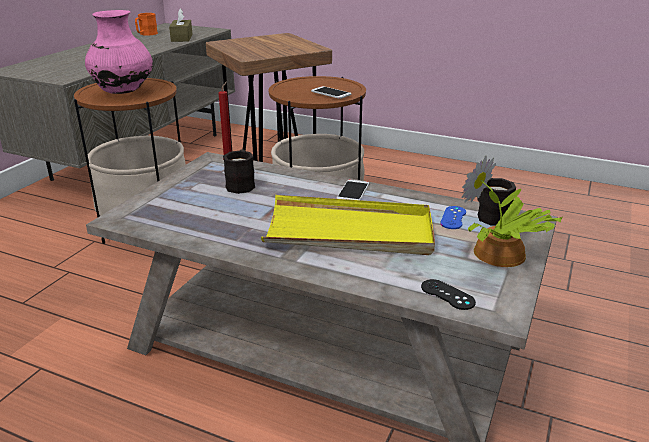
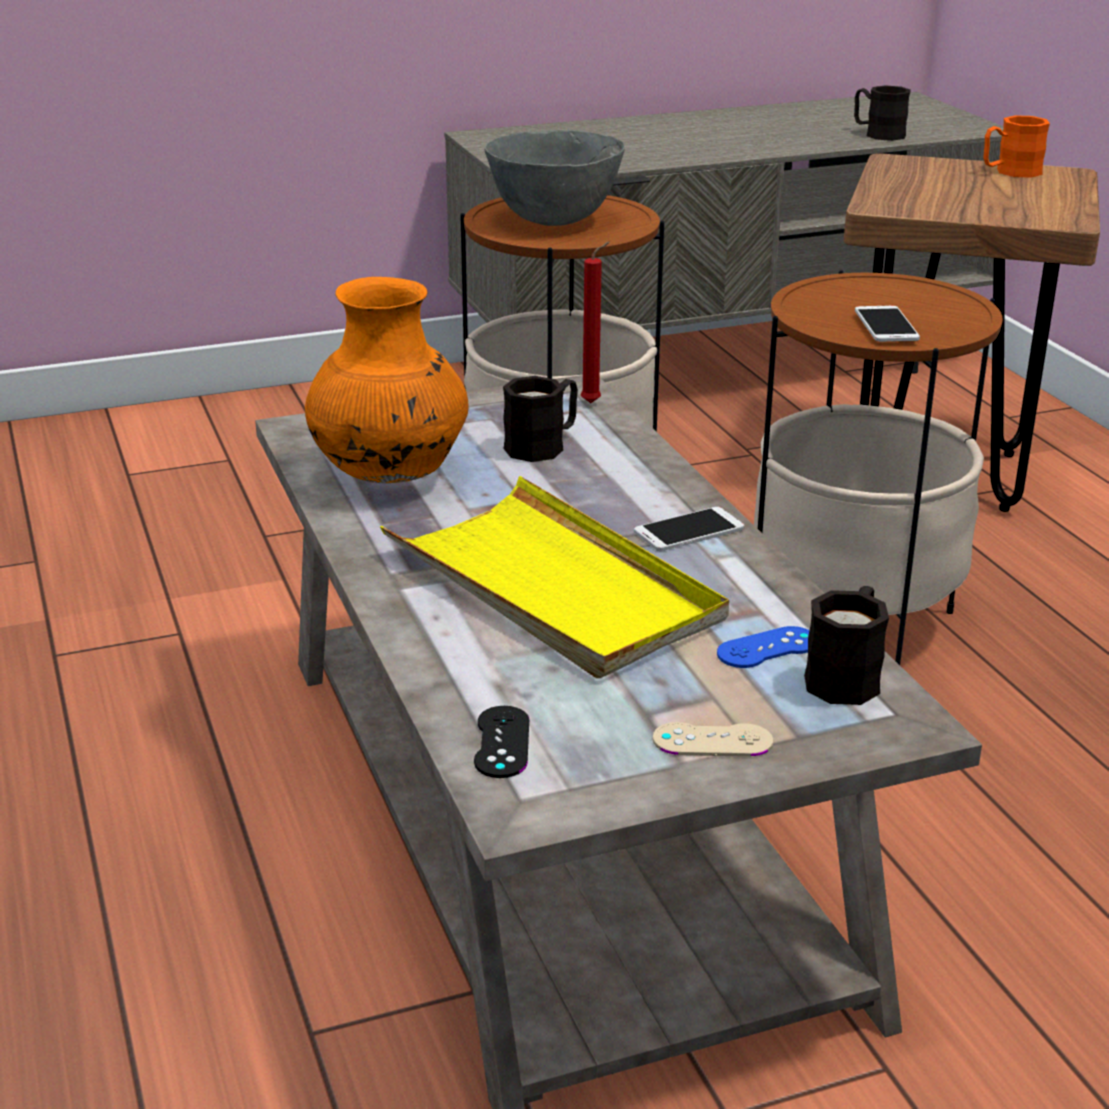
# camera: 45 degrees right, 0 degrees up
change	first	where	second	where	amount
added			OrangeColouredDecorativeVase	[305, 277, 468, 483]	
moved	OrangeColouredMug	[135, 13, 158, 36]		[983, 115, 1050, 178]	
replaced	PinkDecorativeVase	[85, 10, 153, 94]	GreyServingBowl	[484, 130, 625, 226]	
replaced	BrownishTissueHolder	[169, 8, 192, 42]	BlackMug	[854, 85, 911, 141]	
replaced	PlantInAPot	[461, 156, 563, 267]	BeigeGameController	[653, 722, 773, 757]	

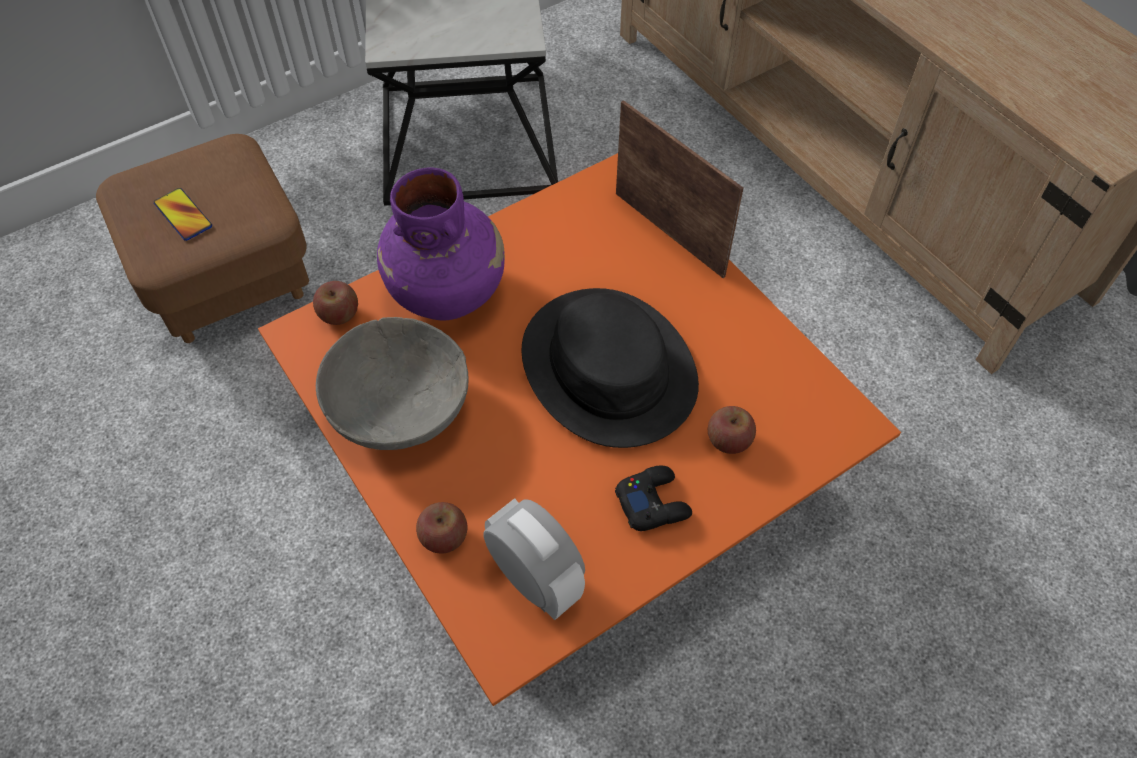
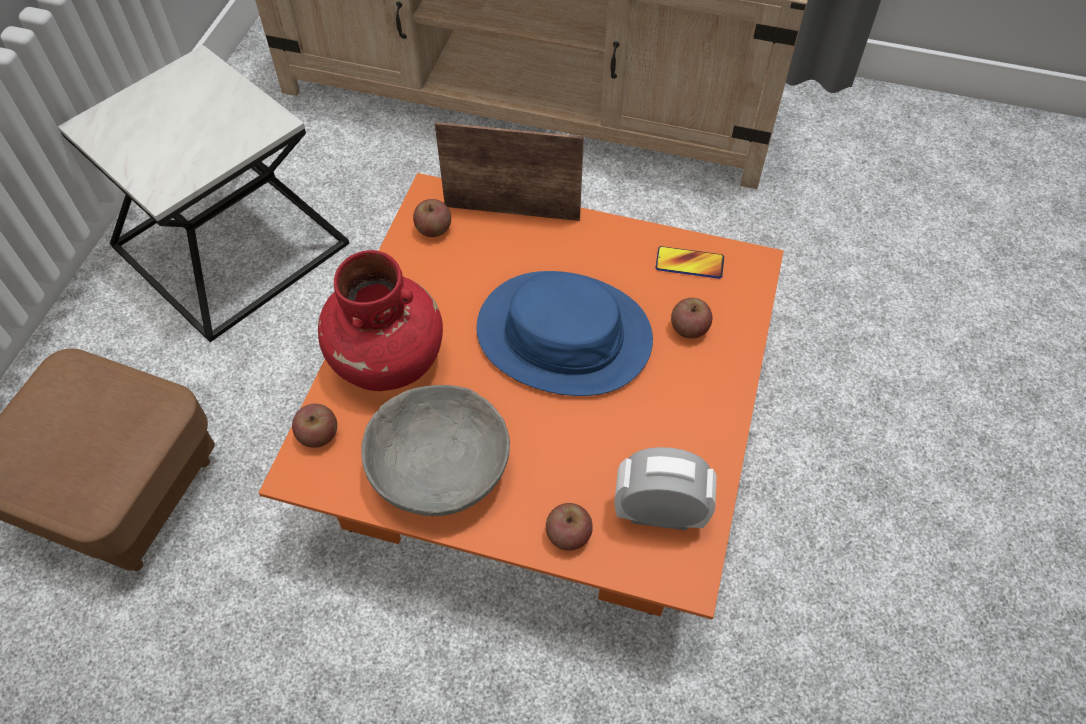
# camera: 40 degrees left, 0 degrees up
change	first	where	second	where	amount
removed	BlackGameController	[615, 465, 692, 531]			
added			Apple	[413, 199, 451, 237]	
moved	Telephone	[154, 188, 212, 241]		[656, 246, 724, 279]	
recoloured	PurpleColouredDecorativeVase	[377, 167, 505, 320]	RedColouredDecorativeVase	[318, 250, 443, 391]	
recoloured	BlackClothingHat	[522, 288, 699, 448]	BluishClothingHat	[477, 271, 653, 396]	

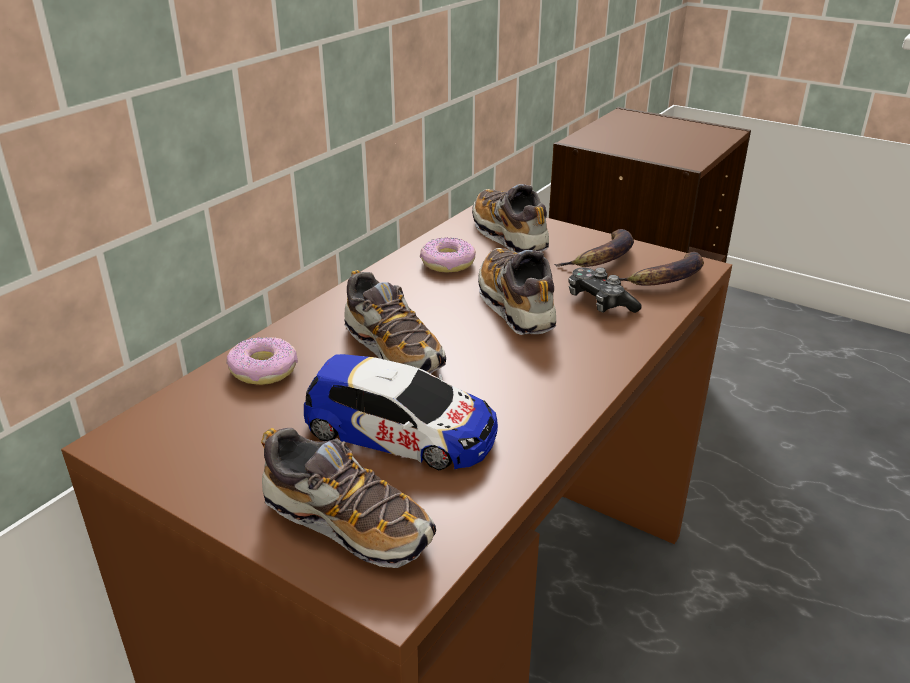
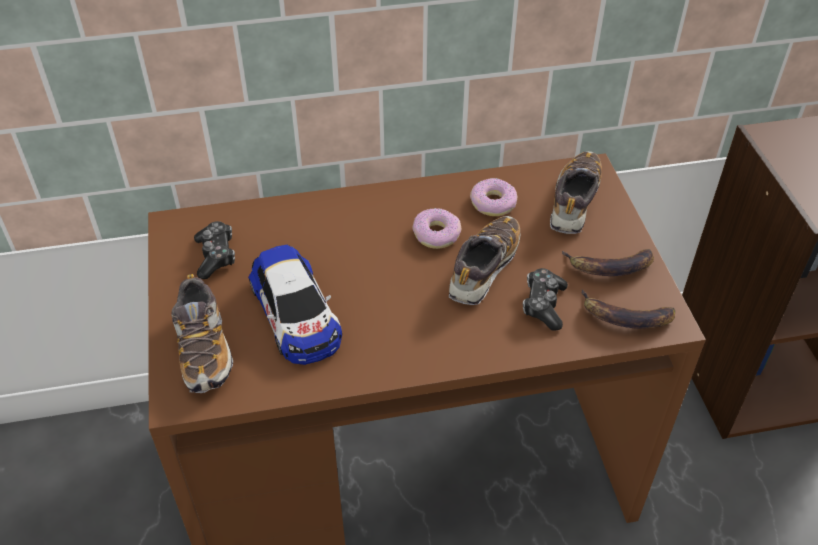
# camera: 45 degrees right, 15 degrees up
change	first	where	second	where	amount
removed	Shoe	[344, 270, 446, 374]			
added			GameController	[194, 221, 235, 279]	
moved	RingDoughnut	[226, 337, 298, 385]		[413, 208, 462, 249]	

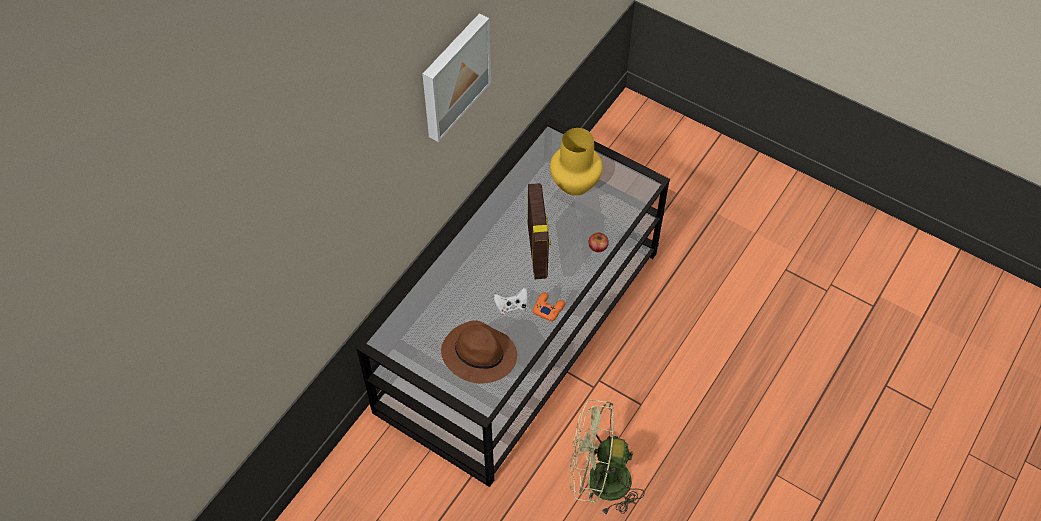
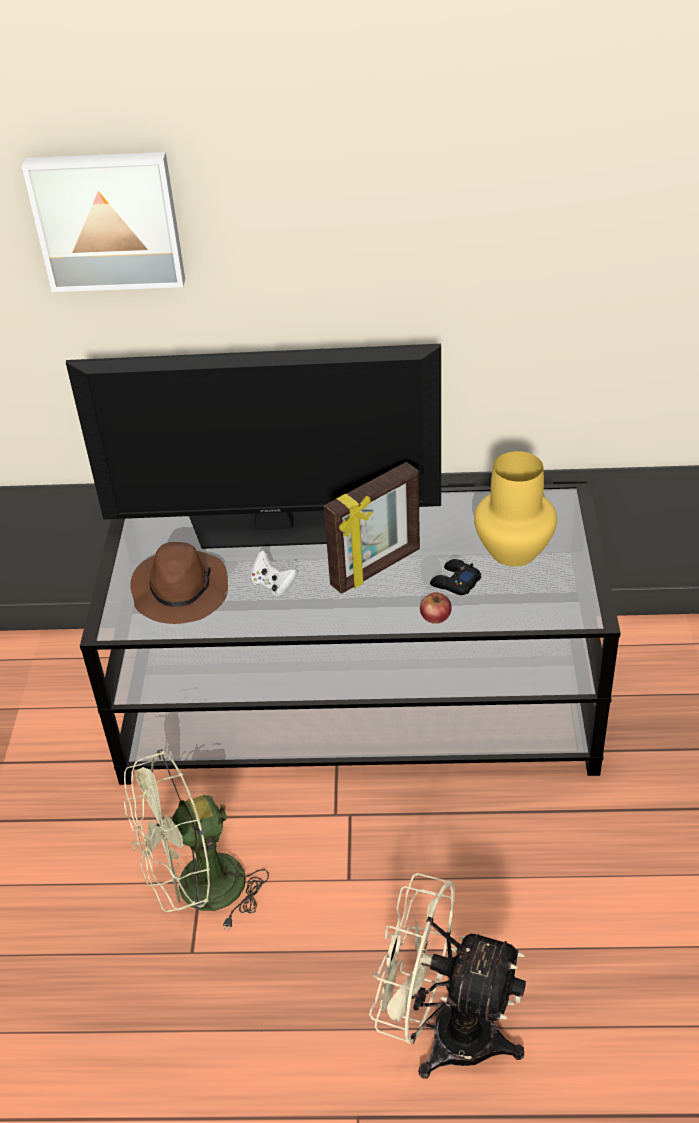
# camera: 60 degrees right, 15 degrees down
change	first	where	second	where	amount
removed	OrangeColouredGameController	[533, 293, 565, 322]			
added			Television	[66, 344, 441, 549]	
added			BeigeFan	[369, 873, 526, 1079]	
added			BlackGameController	[430, 559, 481, 595]	
moved	Picture	[422, 13, 491, 142]		[21, 152, 185, 292]	
turned	GreenColouredFan	[570, 399, 644, 516]		[124, 749, 269, 931]	90 degrees counterclockwise

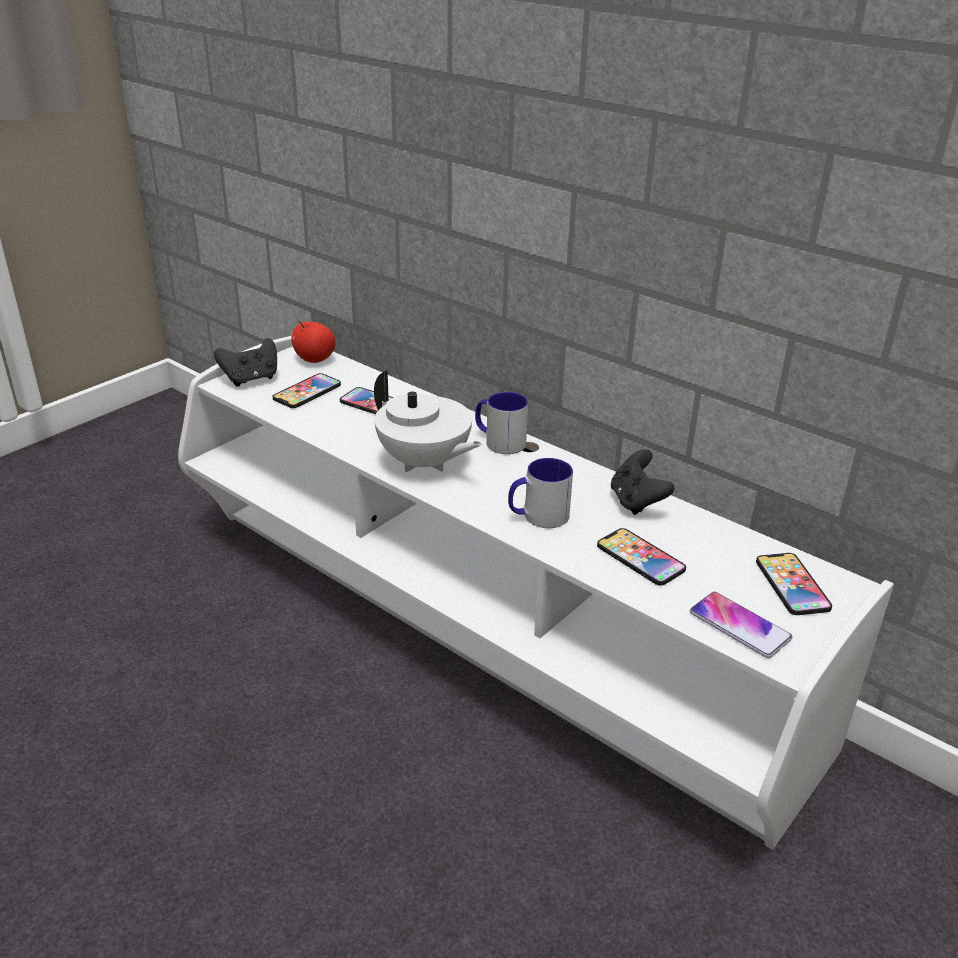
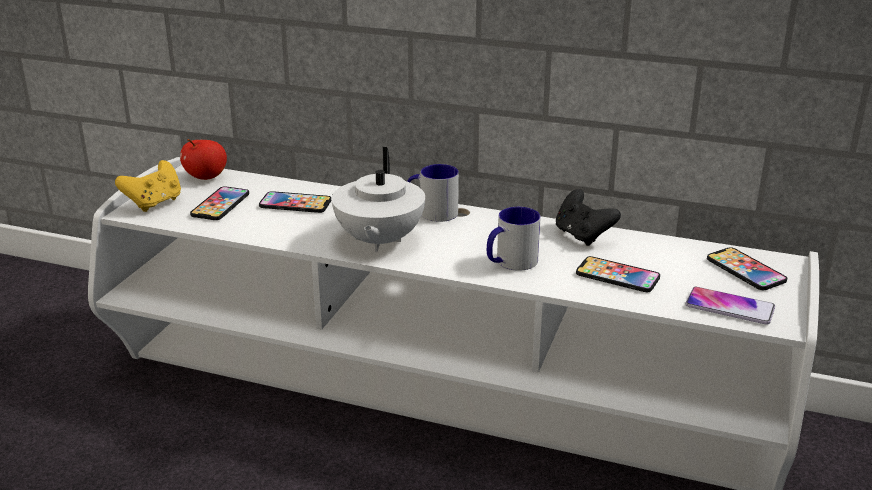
# camera: 20 degrees left, 5 degrees down
change	first	where	second	where	amount
recoloured	BlackGameController	[214, 338, 277, 387]	YellowGameController	[115, 160, 181, 212]	
turned	WhitishTeaPot	[374, 370, 482, 472]		[332, 147, 425, 252]	75 degrees clockwise

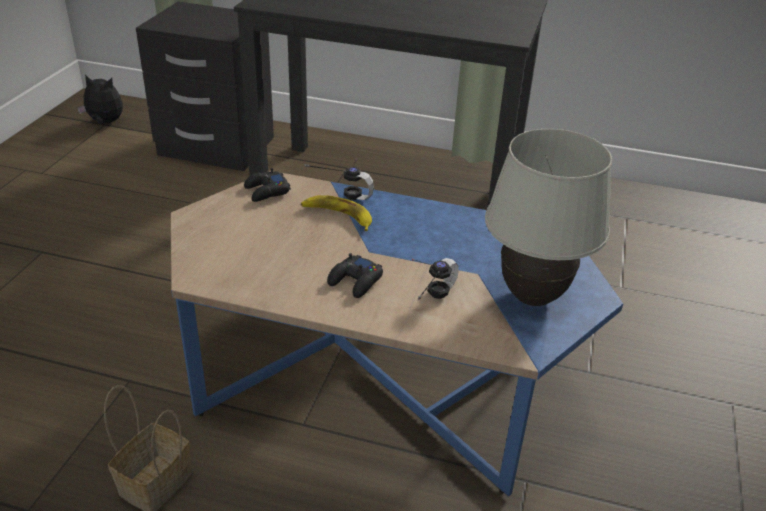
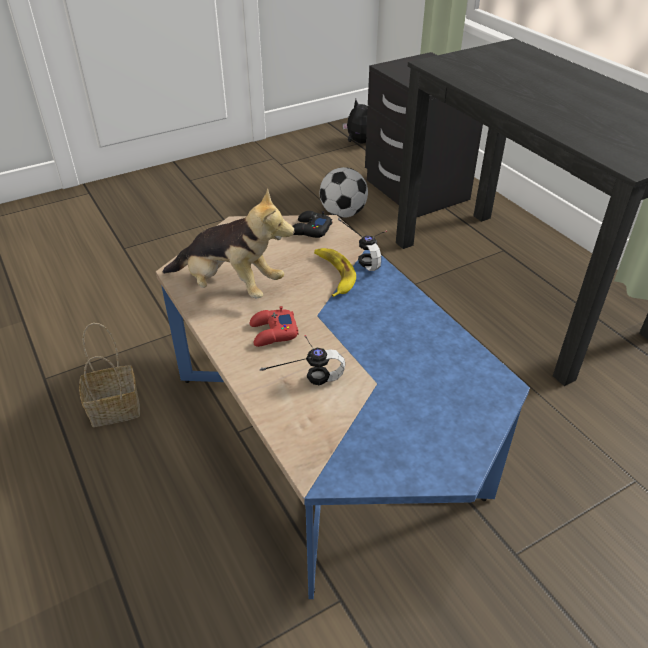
# camera: 45 degrees right, 5 degrees up
change	first	where	second	where	amount
removed	WhitishLampForATable	[485, 129, 612, 306]			
added			PlushToy	[163, 188, 294, 299]	
added			Football	[320, 167, 368, 218]	
recoloured	BlackGameController	[327, 253, 383, 298]	RedColouredGameController	[250, 306, 299, 347]	

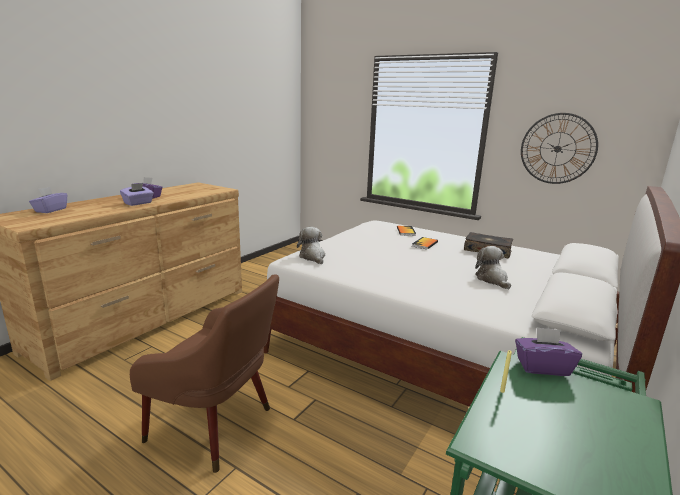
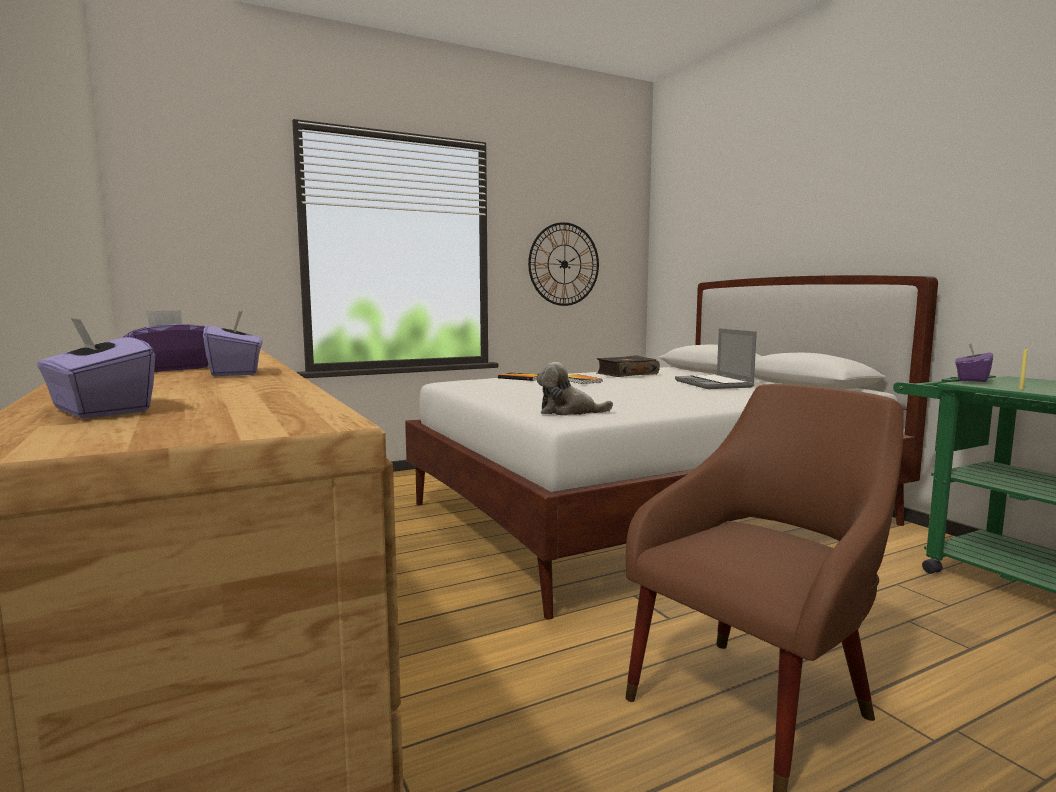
# camera: 60 degrees left, 10 degrees down
change	first	where	second	where	amount
replaced	PlushToy	[475, 246, 511, 290]	NotebookComputer	[675, 328, 757, 389]	

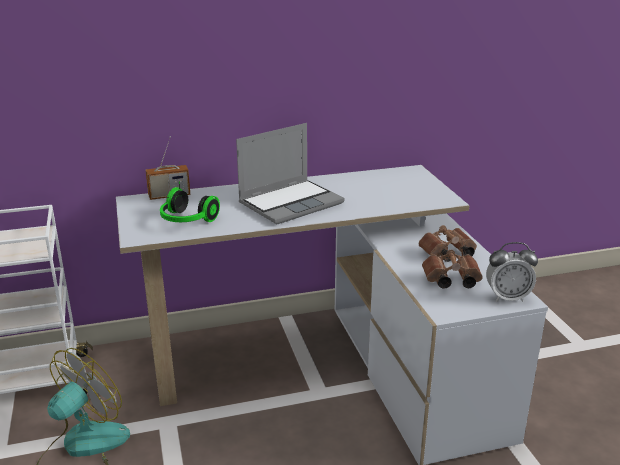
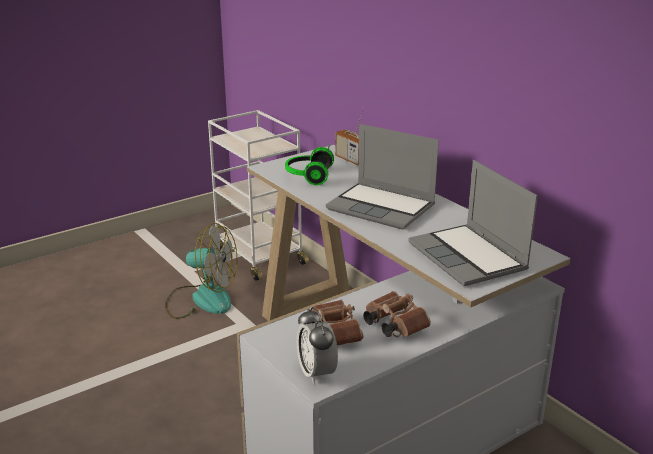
# camera: 70 degrees right, 0 degrees up
change	first	where	second	where	amount
added			NotebookComputer	[409, 160, 538, 286]	

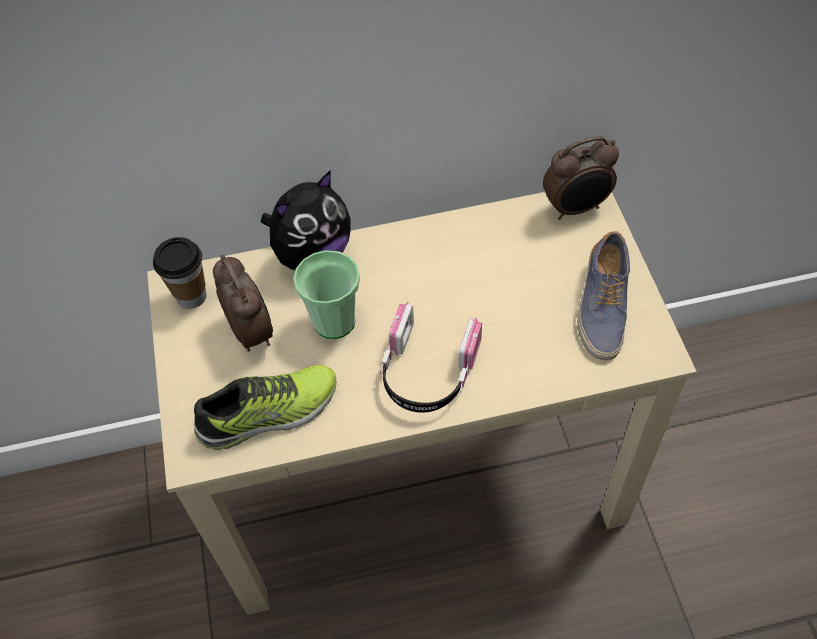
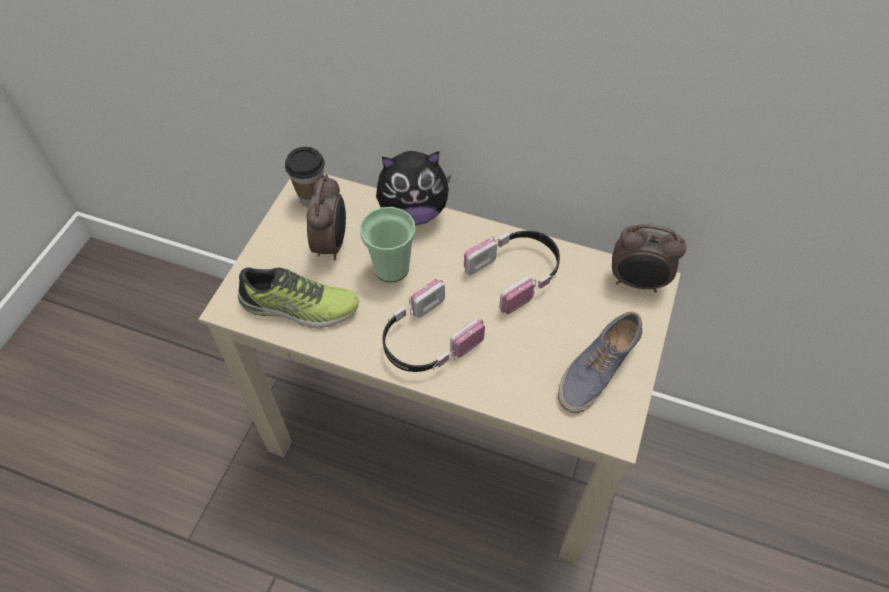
# camera: 30 degrees right, 0 degrees up
change	first	where	second	where	amount
added			PairOfHeadphones	[464, 231, 560, 314]	

